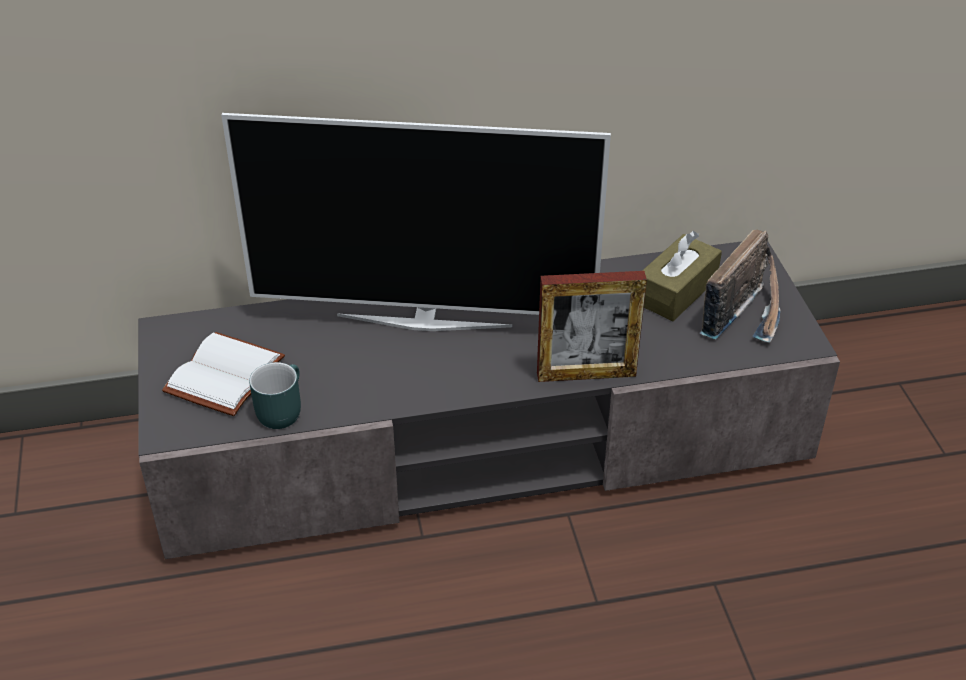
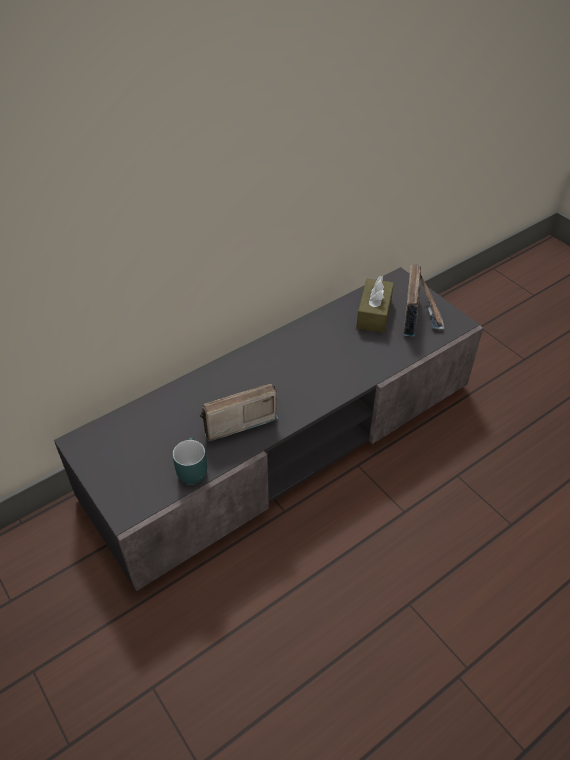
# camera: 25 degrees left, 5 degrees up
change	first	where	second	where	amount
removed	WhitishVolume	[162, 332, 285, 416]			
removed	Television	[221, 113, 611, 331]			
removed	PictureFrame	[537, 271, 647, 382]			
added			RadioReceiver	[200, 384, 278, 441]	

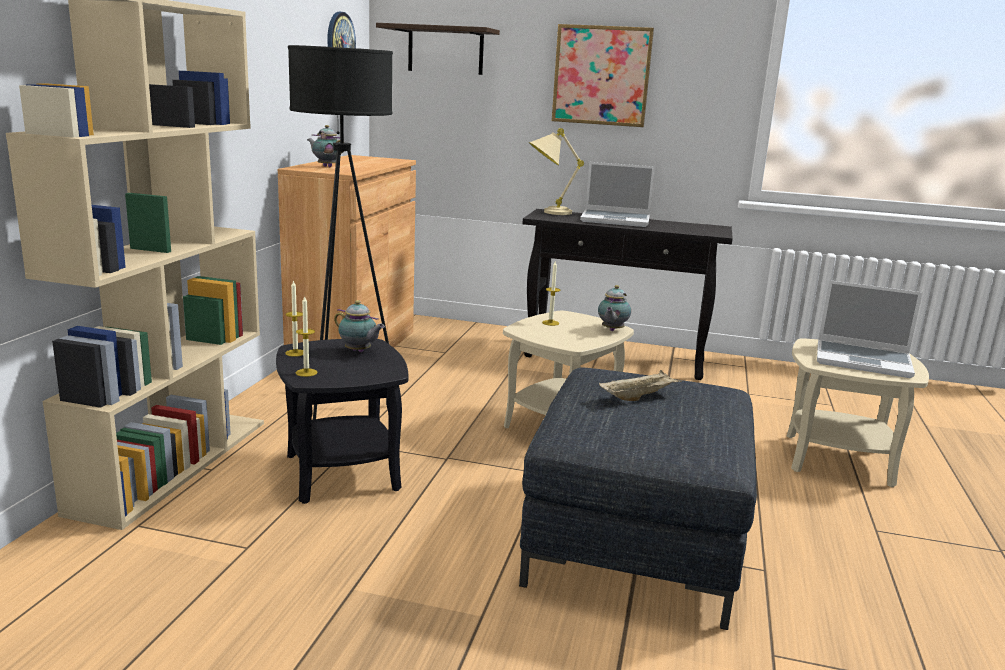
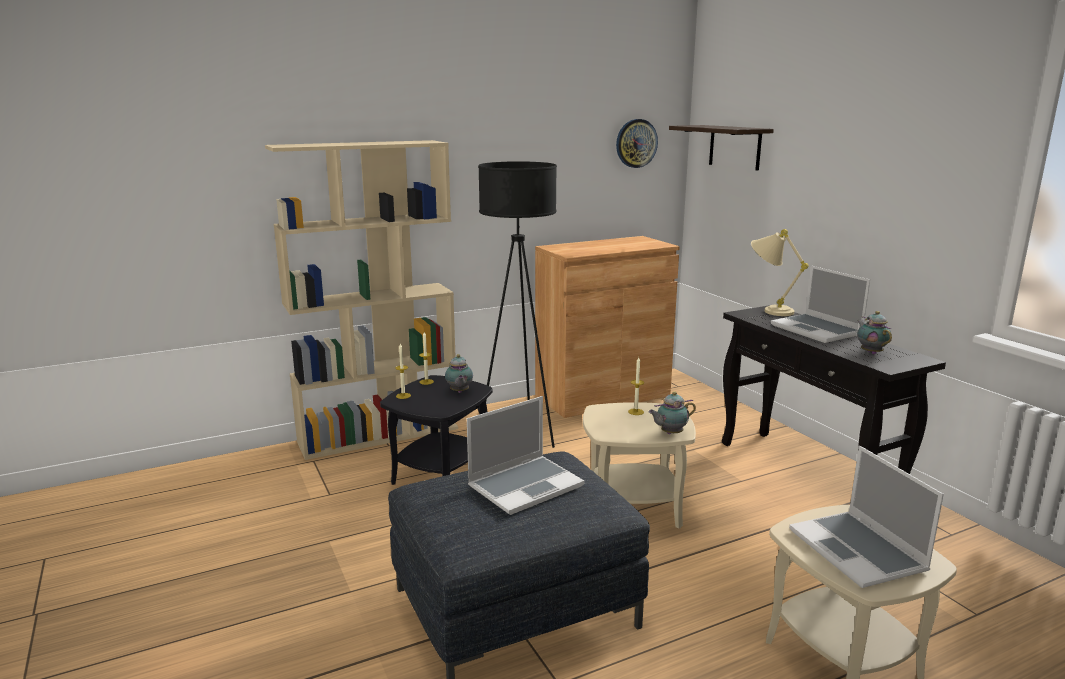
# camera: 50 degrees right, 0 degrees up
change	first	where	second	where	amount
removed	Picture	[552, 24, 654, 127]			
moved	TeaPot	[307, 125, 345, 167]		[857, 311, 892, 354]	
replaced	BeigeTray	[599, 370, 682, 401]	NotebookComputer	[467, 396, 585, 515]	

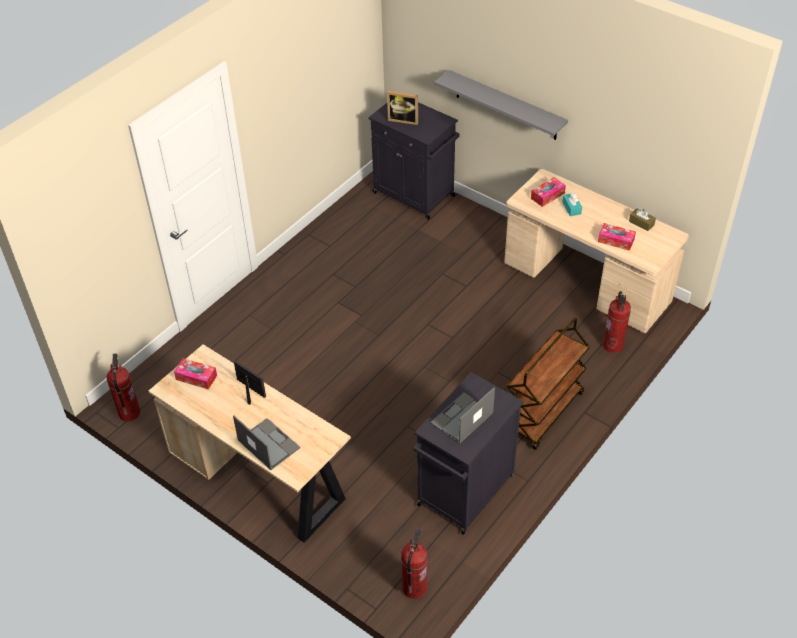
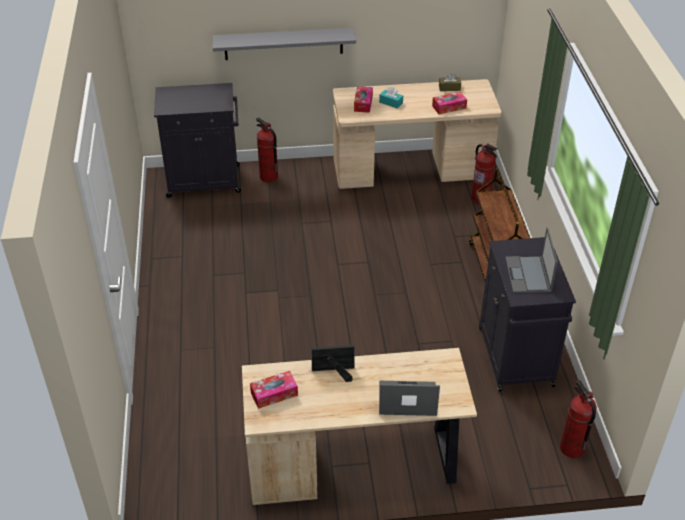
# camera: 45 degrees left, 5 degrees down
change	first	where	second	where	amount
removed	PictureFrame	[387, 91, 418, 125]			
moved	FireFightingCylinder	[107, 353, 140, 422]		[256, 117, 278, 182]	

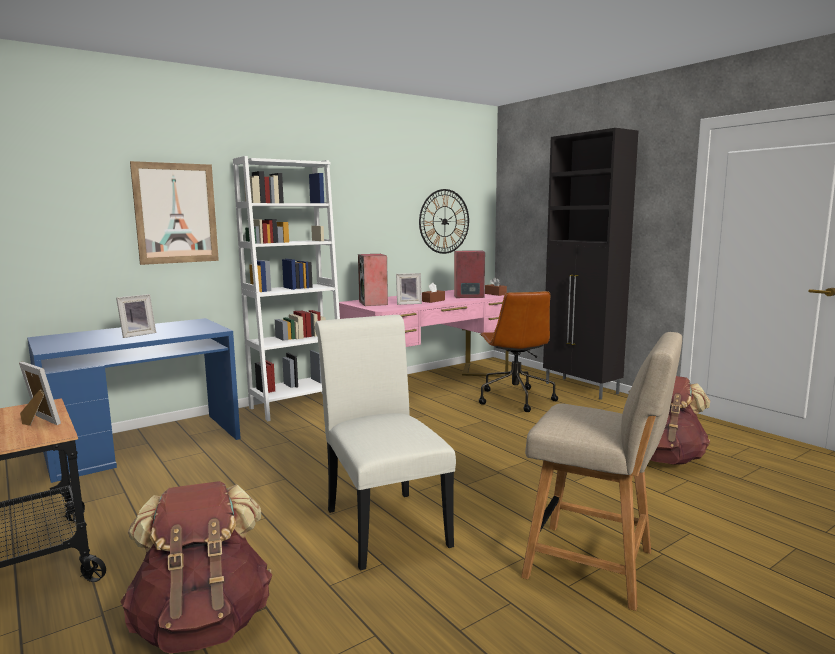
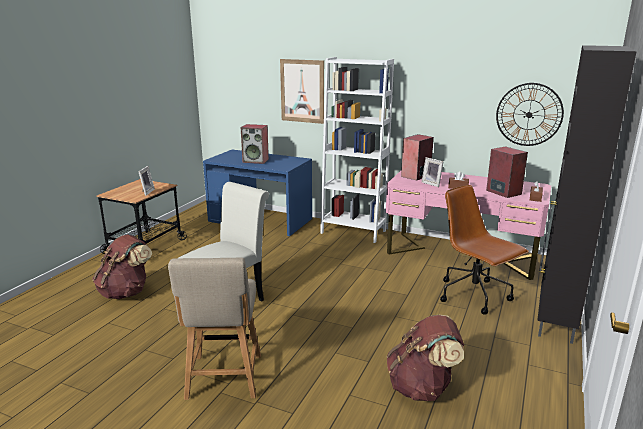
# camera: 60 degrees right, 10 degrees up
change	first	where	second	where	amount
replaced	PictureFrame	[116, 294, 156, 338]	Speaker	[241, 124, 269, 164]	
turned	BrownishComputerChair	[479, 291, 558, 412]		[440, 185, 529, 314]	90 degrees clockwise

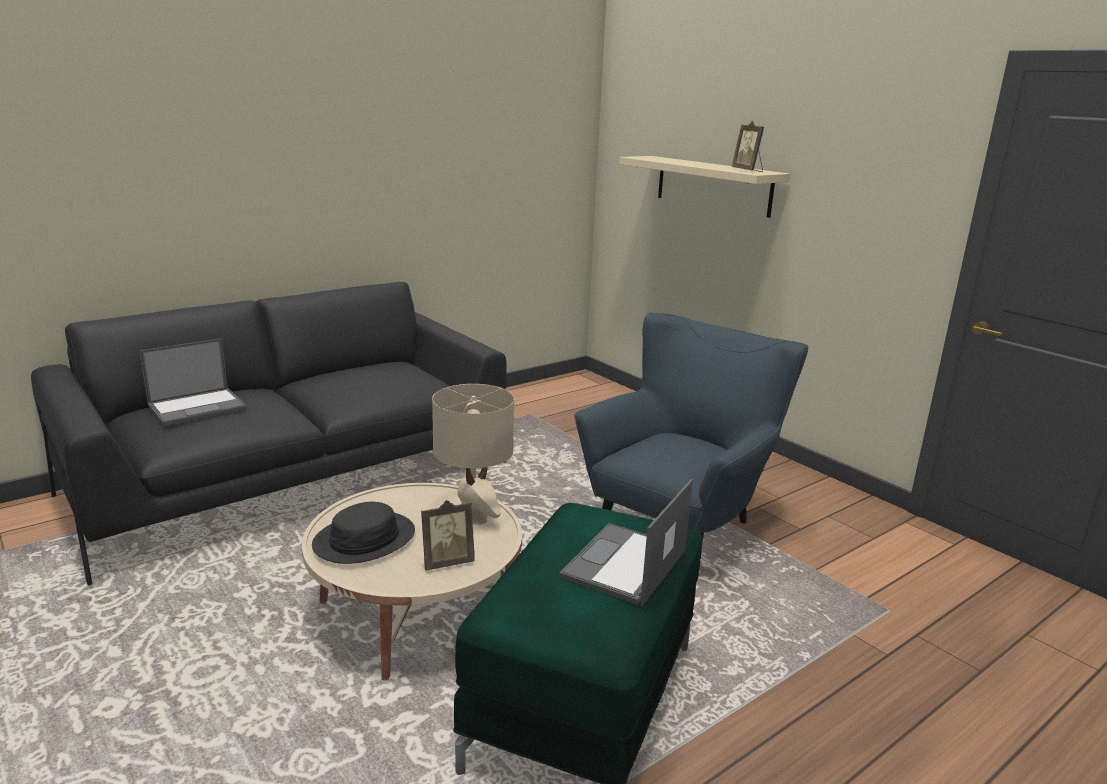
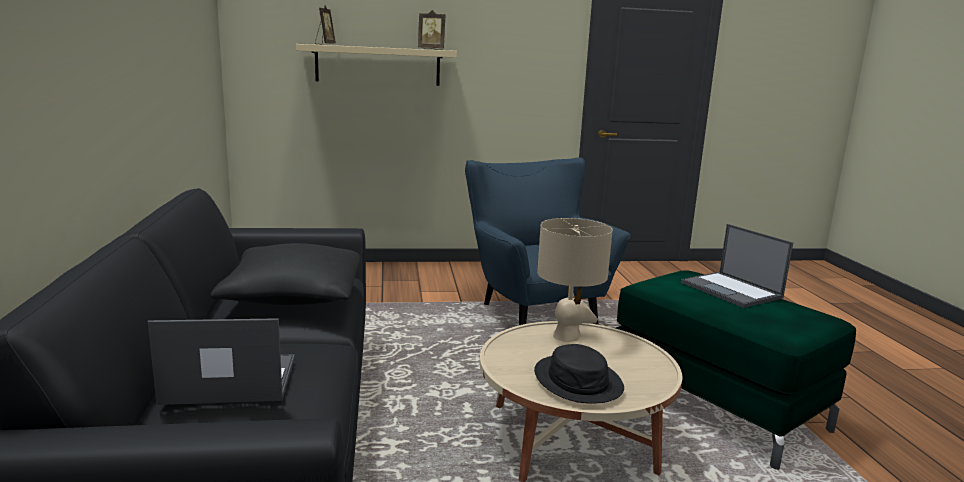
# camera: 60 degrees left, 5 degrees down
change	first	where	second	where	amount
added			BlackPillow	[210, 243, 361, 305]	
moved	PictureFrame	[421, 500, 475, 571]		[315, 6, 336, 45]	
turned	NotebookComputer	[139, 338, 247, 426]		[148, 318, 295, 405]	90 degrees counterclockwise

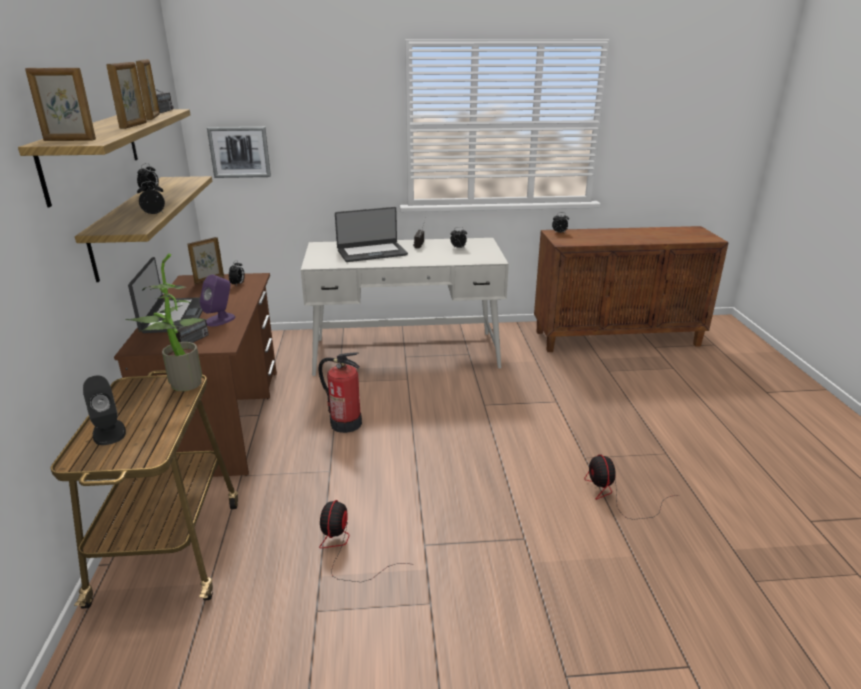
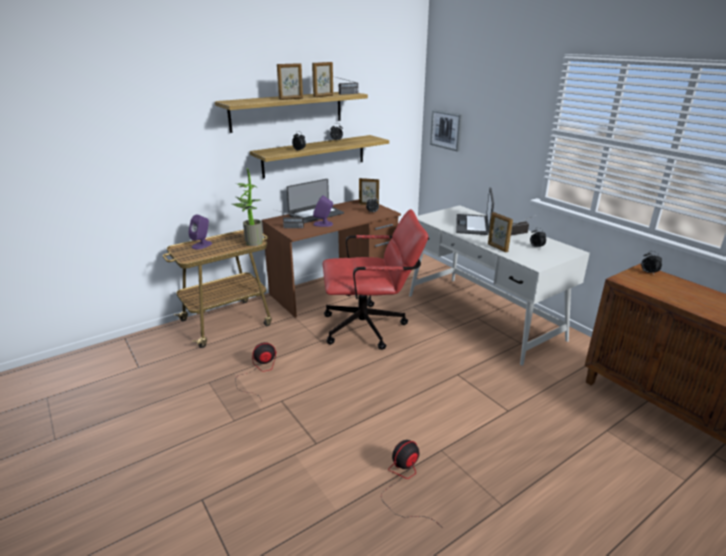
# camera: 60 degrees right, 0 degrees up
change	first	where	second	where	amount
moved	PictureFrame	[25, 68, 96, 141]		[488, 212, 513, 252]	
replaced	FireFightingCylinder	[318, 352, 362, 433]	RedColouredComputerChair	[323, 209, 428, 350]	
recoloured	BlackSpeaker	[83, 376, 126, 445]	PurpleColouredSpeaker	[188, 215, 212, 250]	
turned	NotebookComputer	[335, 207, 408, 262]		[456, 188, 494, 235]	60 degrees clockwise

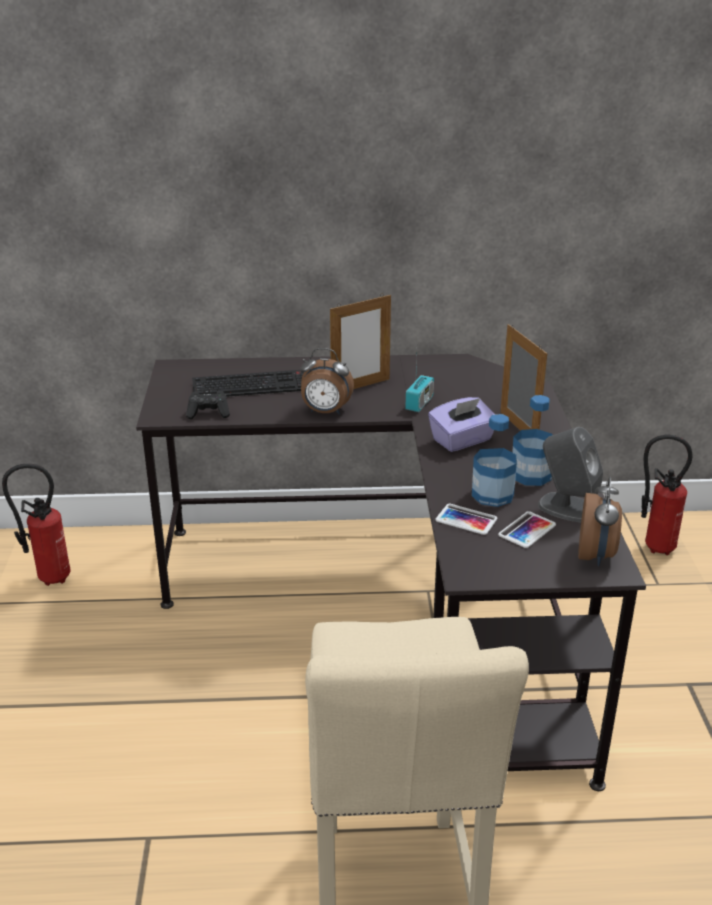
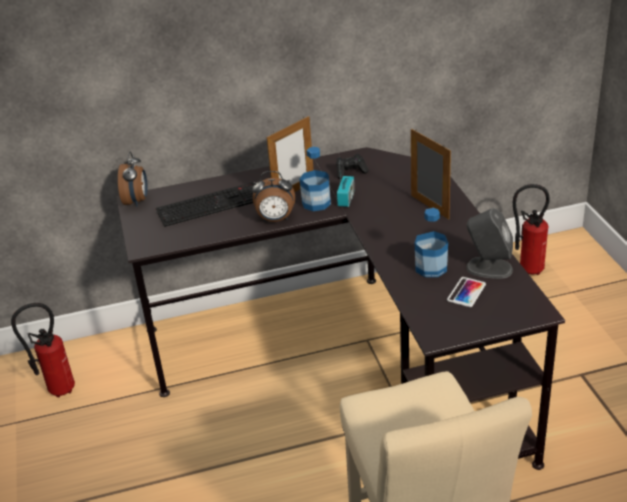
# camera: 10 degrees left, 5 degrees up
change	first	where	second	where	amount
removed	PurpleColouredTissueHolder	[428, 397, 495, 452]			
removed	Telephone	[435, 504, 498, 535]			
moved	BlackGameController	[186, 391, 230, 419]		[336, 154, 369, 179]	
moved	Bottle	[512, 395, 553, 486]		[299, 147, 331, 211]	
moved	BedsideClock	[578, 476, 622, 566]		[118, 152, 148, 207]	

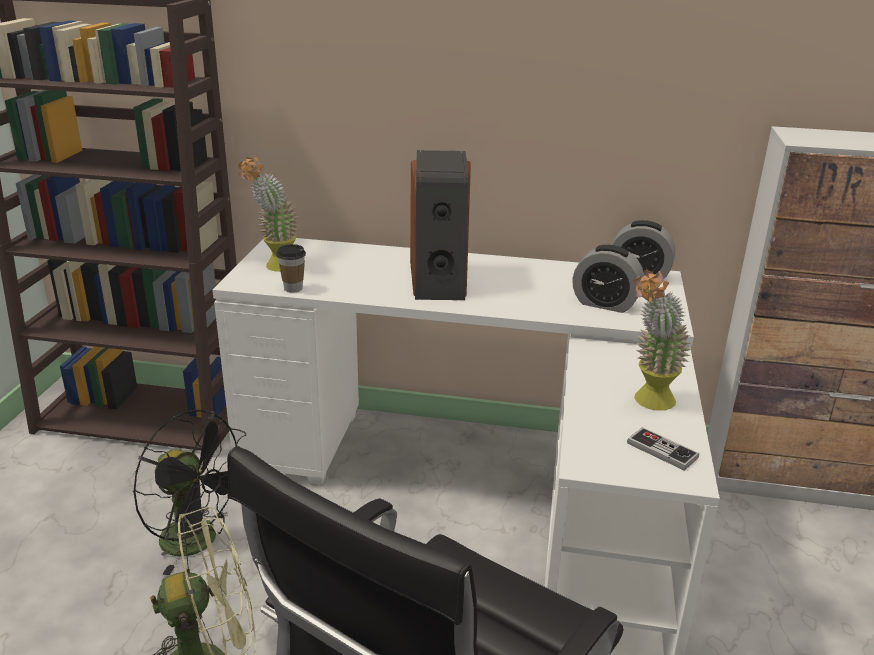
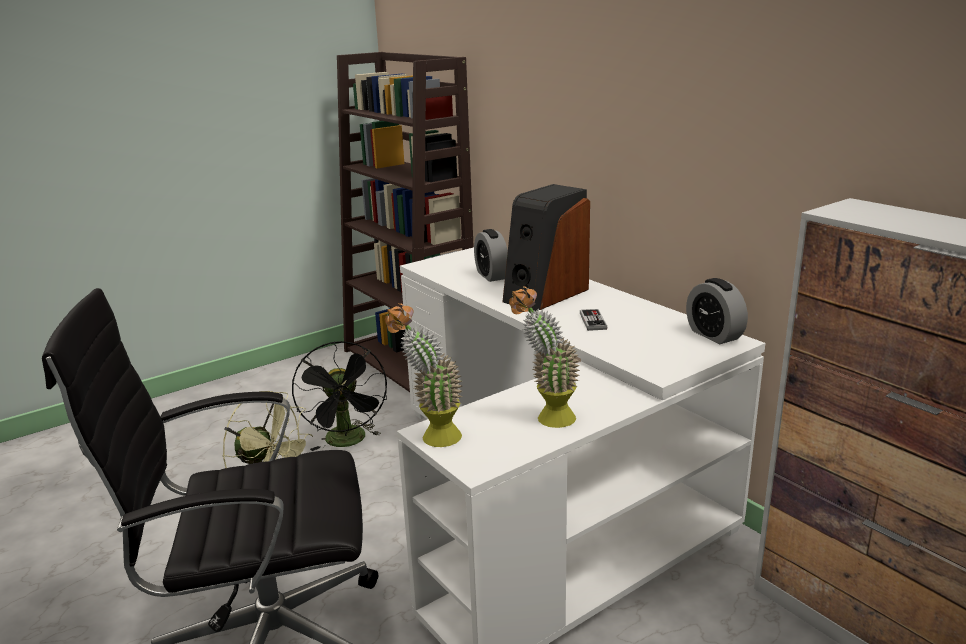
# camera: 45 degrees right, 5 degrees down
change	first	where	second	where	amount
removed	DrinkingCup	[276, 244, 306, 293]			
moved	PlantInAPot	[238, 157, 299, 272]		[385, 303, 462, 447]	
moved	BedsideClock	[572, 245, 644, 313]		[474, 229, 508, 282]	
moved	GameController	[627, 427, 699, 471]		[580, 309, 607, 331]	

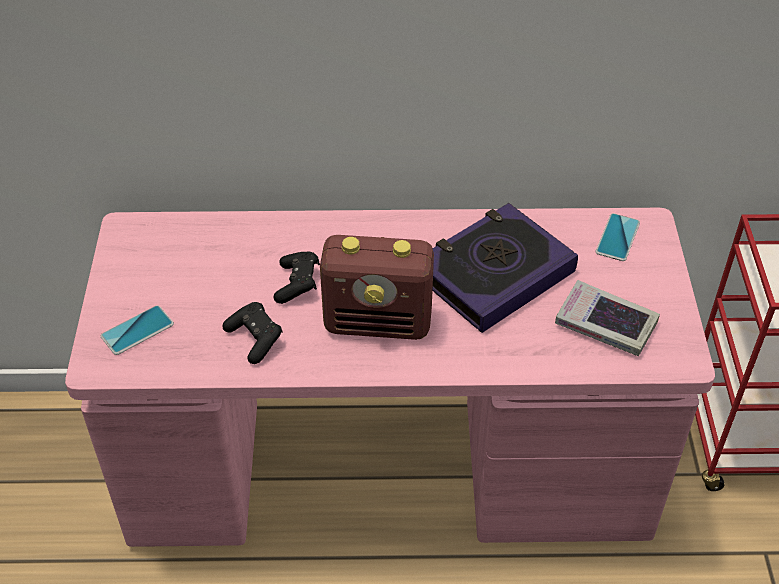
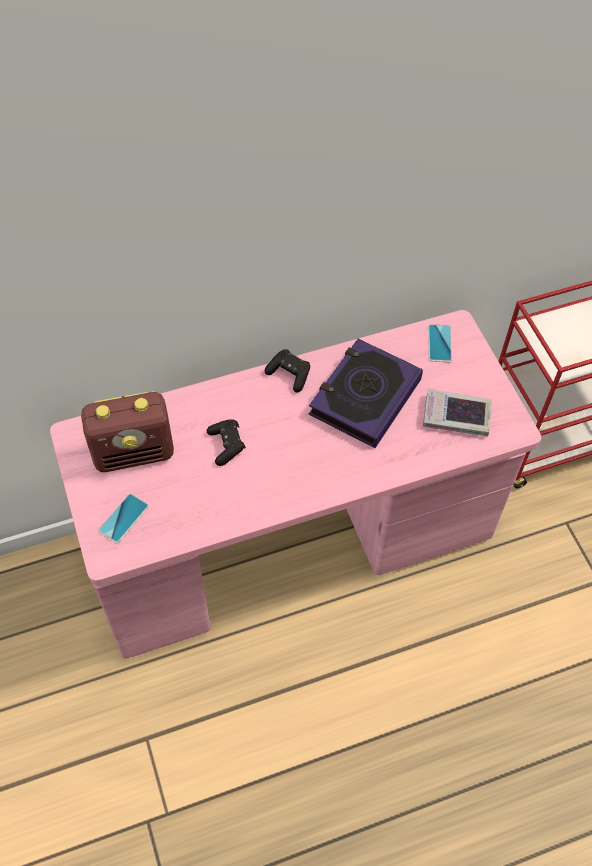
# camera: 20 degrees left, 10 degrees up
change	first	where	second	where	amount
moved	BlackGameController	[223, 302, 283, 364]		[265, 349, 310, 392]	
moved	RadioReceiver	[320, 235, 434, 340]		[81, 391, 174, 472]	

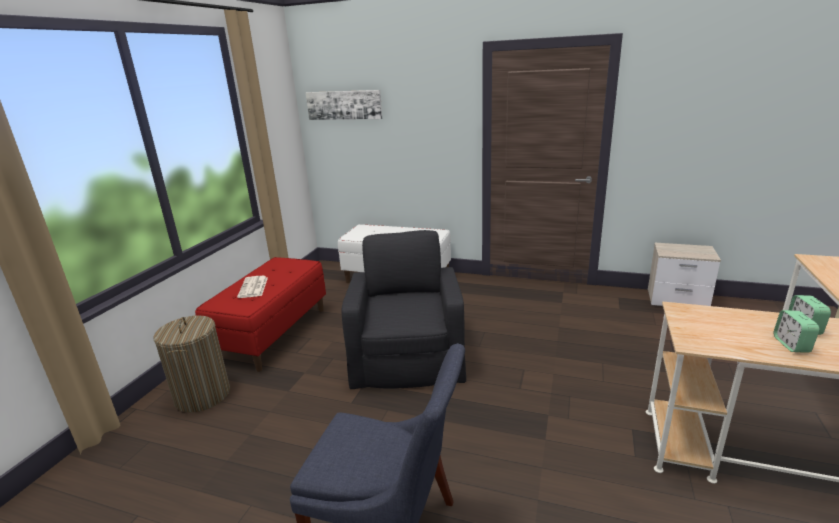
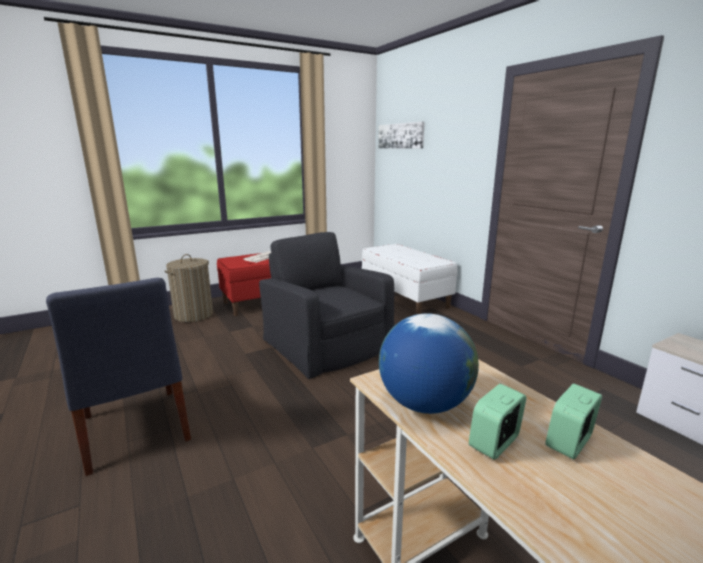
# camera: 40 degrees right, 5 degrees down
change	first	where	second	where	amount
added			DeskGlobe	[379, 313, 479, 414]	
turned	BlackEasyChair	[342, 230, 466, 389]		[259, 232, 394, 379]	75 degrees counterclockwise

